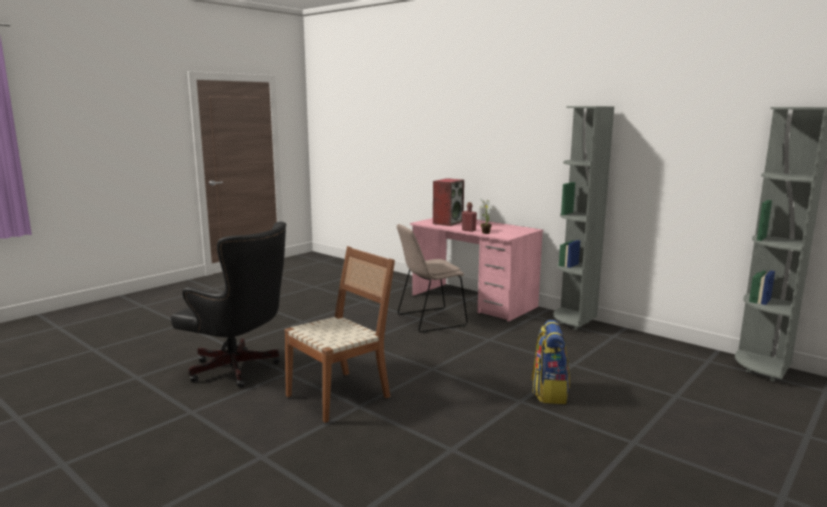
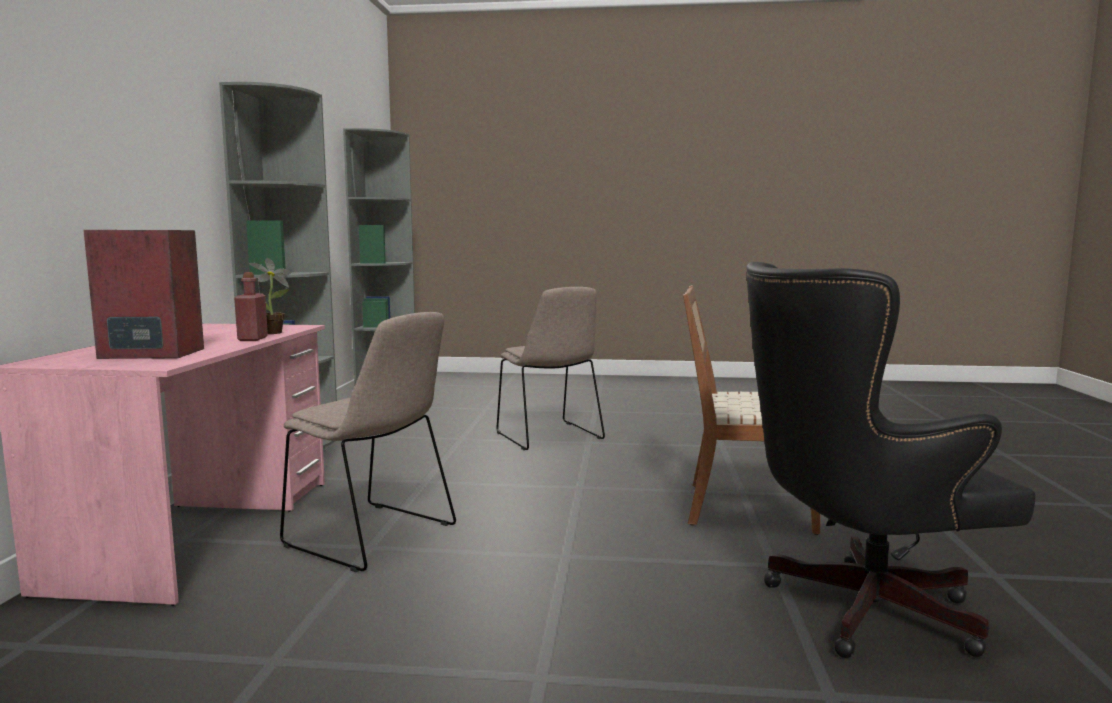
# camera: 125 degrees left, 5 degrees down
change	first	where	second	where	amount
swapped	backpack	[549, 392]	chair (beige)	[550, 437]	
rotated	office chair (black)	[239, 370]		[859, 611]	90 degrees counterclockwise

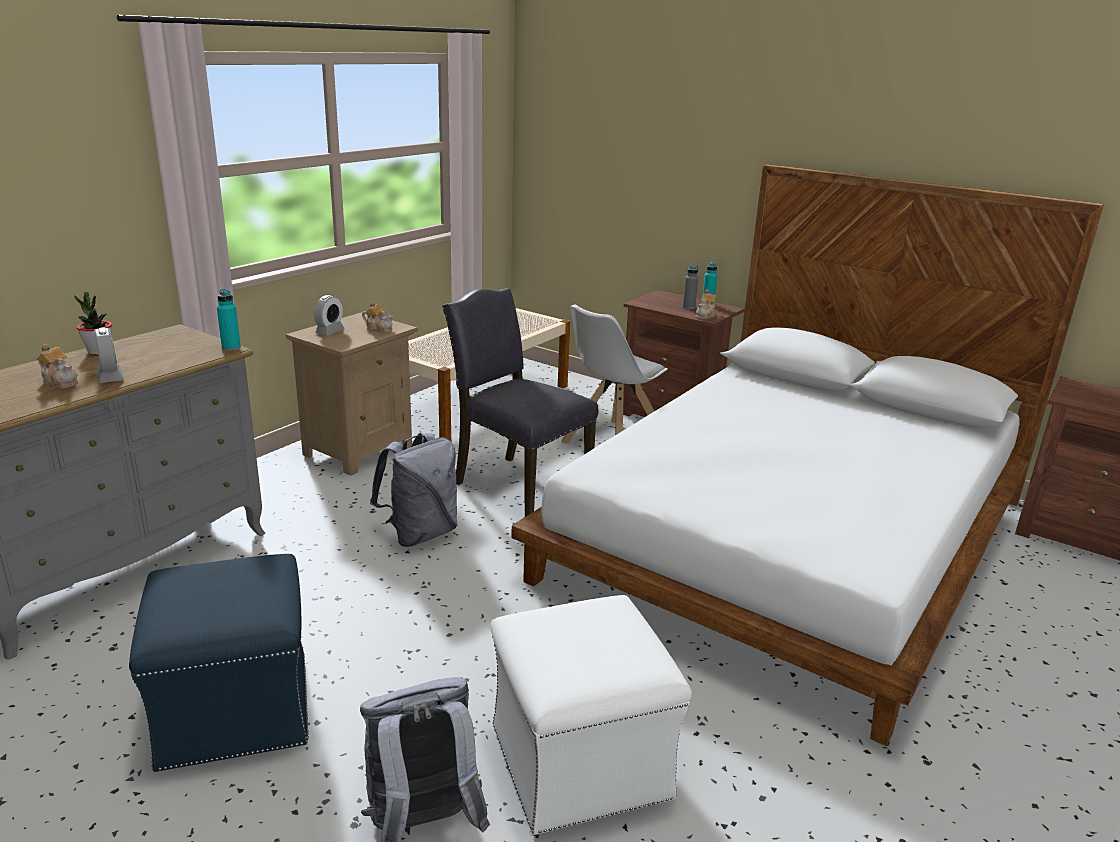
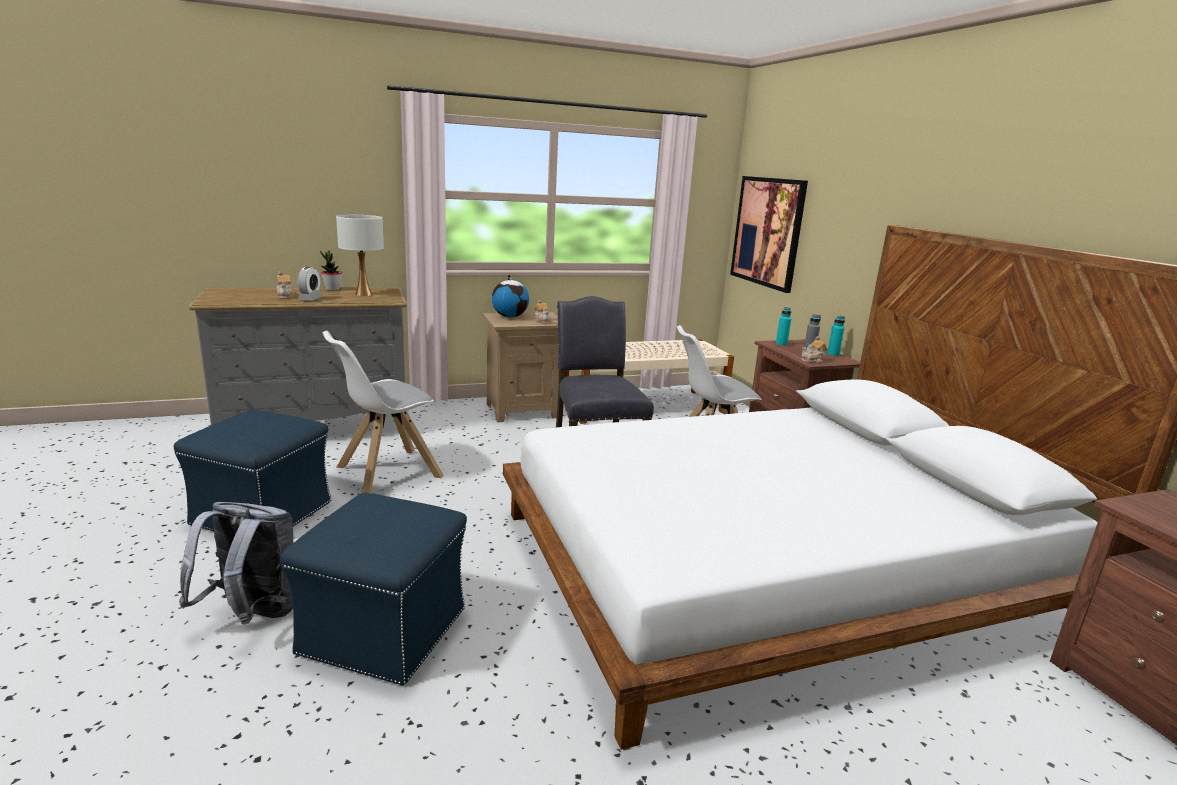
# camera: 35 degrees right, 5 degrees down
change	first	where	second	where	amount
repainted	ottoman (white)	[579, 760]	ottoman (blue)	[384, 629]	
new			chair	[386, 473]	
new			table lamp (white)	[364, 294]	
swapped	alarm clock	[330, 331]	globe	[510, 316]	
new			picture	[767, 232]	
shifted	bottle (turquoise)	[231, 348]		[781, 344]	
gone	backpack (grey)	[420, 533]			

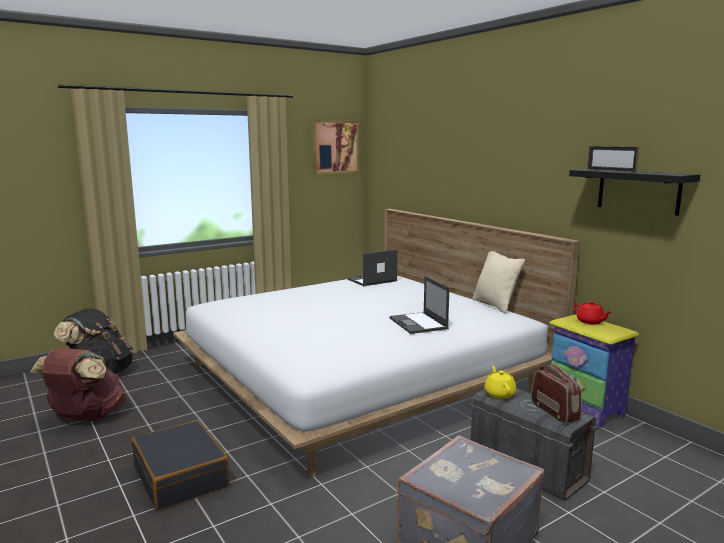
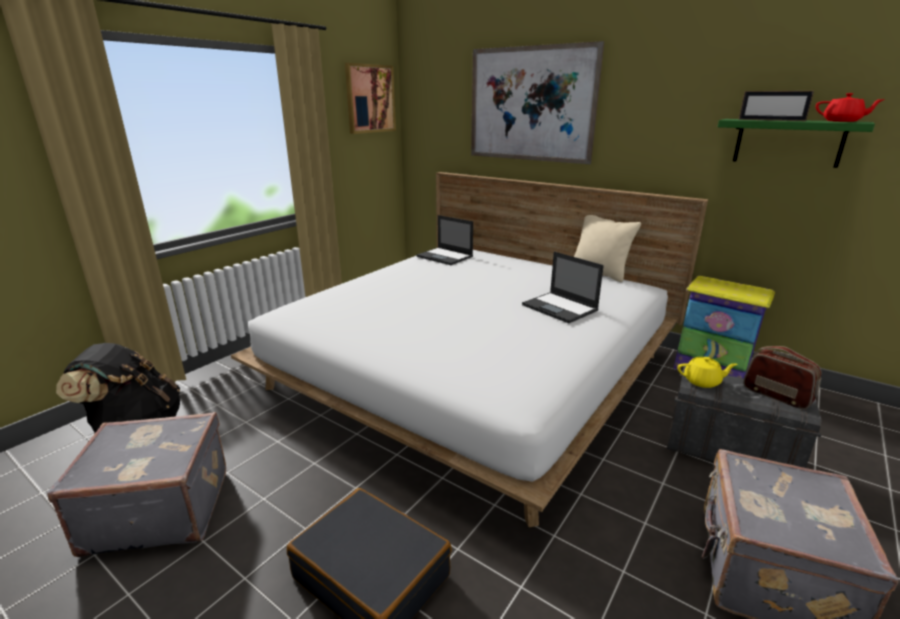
# camera: 20 degrees left, 10 degrees up
change	first	where	second	where	amount
swapped	backpack (brown)	[86, 417]	suitcase (grey)	[160, 509]	
rotated	laptop	[371, 280]		[445, 256]	90 degrees counterclockwise
new			picture	[530, 104]	
rotated	teapot (yellow)	[499, 393]		[702, 381]	120 degrees clockwise
repainted	shelf (black)	[638, 191]	shelf (green)	[788, 142]	
shifted	teapot (red)	[590, 322]		[842, 121]	

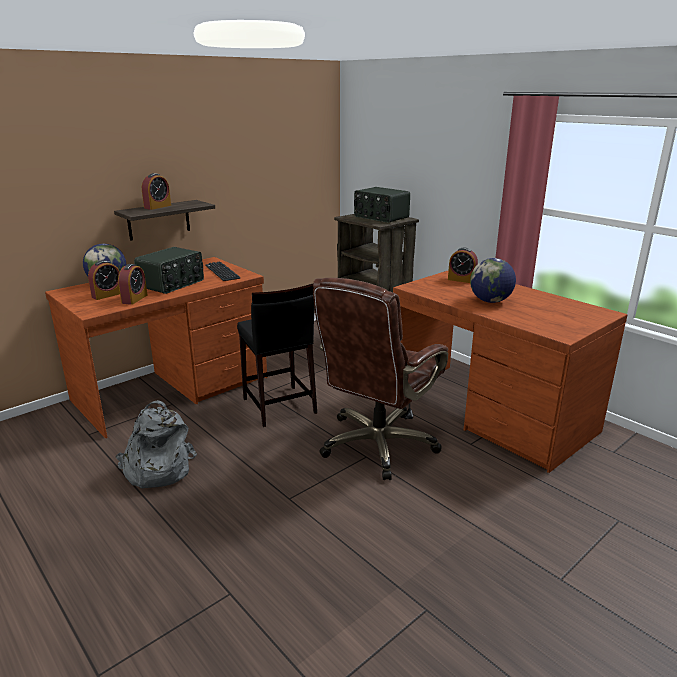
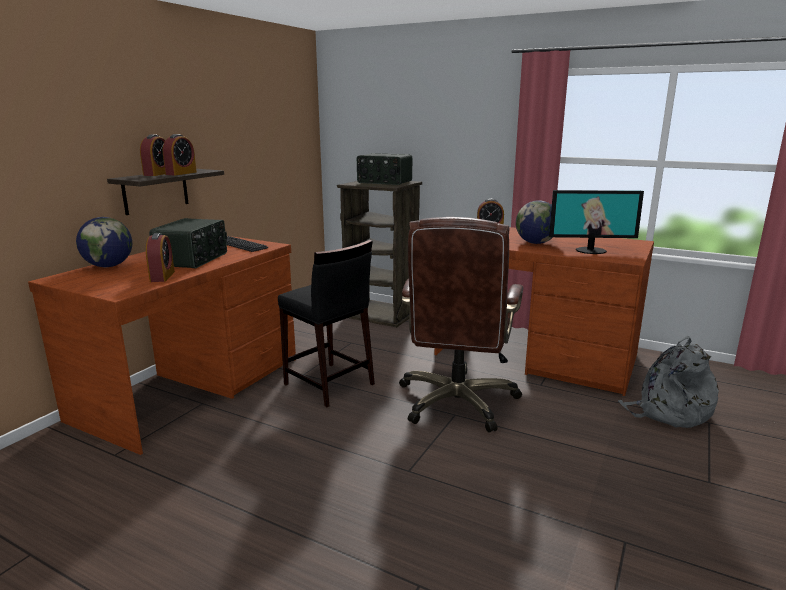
# camera: 20 degrees left, 5 degrees down
change	first	where	second	where	amount
shifted	alarm clock	[107, 295]		[181, 173]	
new			monitor	[590, 250]	
shifted	backpack (grey)	[157, 469]		[668, 411]	

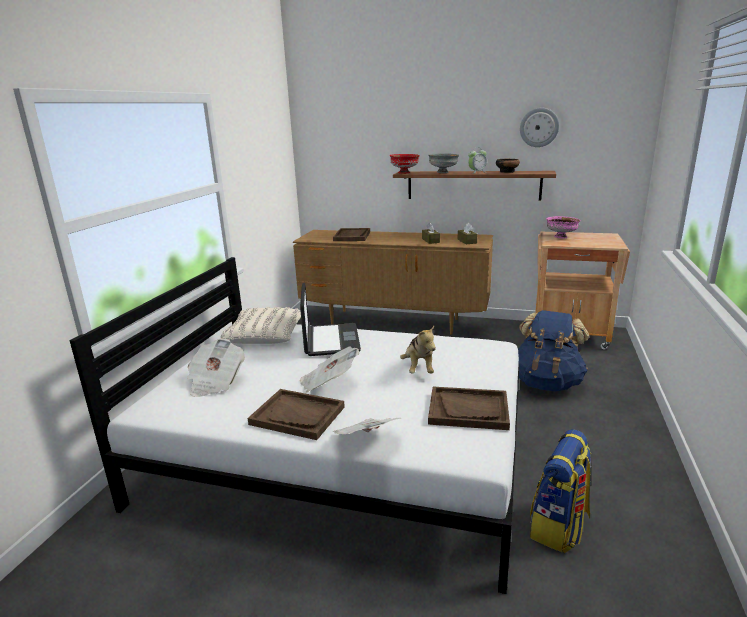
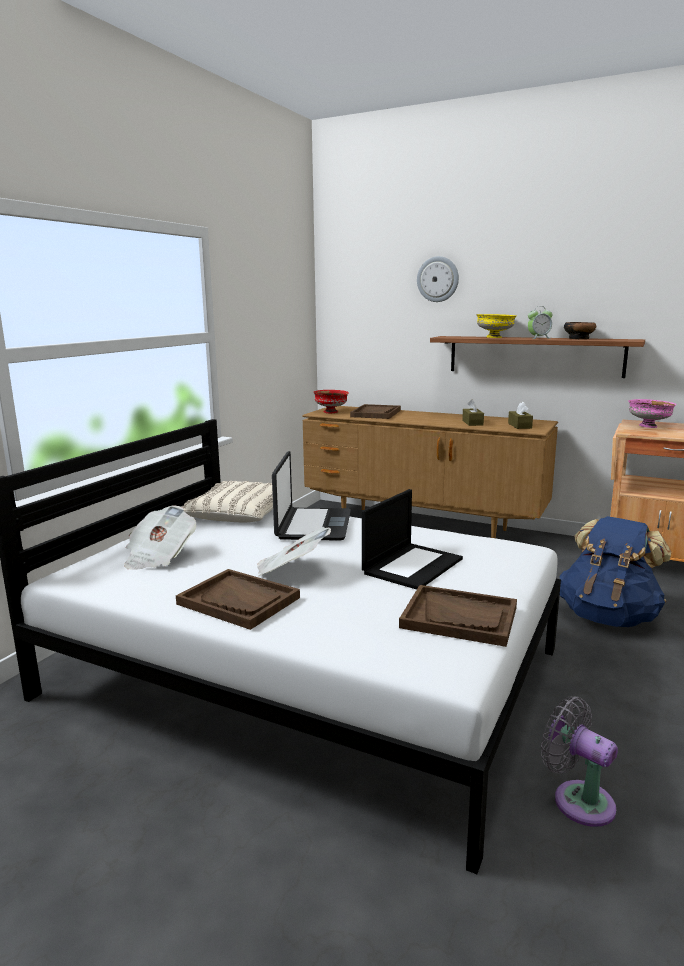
# camera: 10 degrees right, 5 degrees down
change	first	where	second	where	amount
shifted	bowl (red)	[404, 172]		[331, 412]	
swapped	plush toy	[419, 368]	laptop	[412, 565]	
shifted	wall clock	[539, 127]		[438, 279]	
repainted	bowl (grey)	[443, 172]	bowl (yellow)	[495, 337]	
swapped	backpack	[559, 527]	fan (grey)	[578, 800]	
gone	newspaper	[367, 441]			

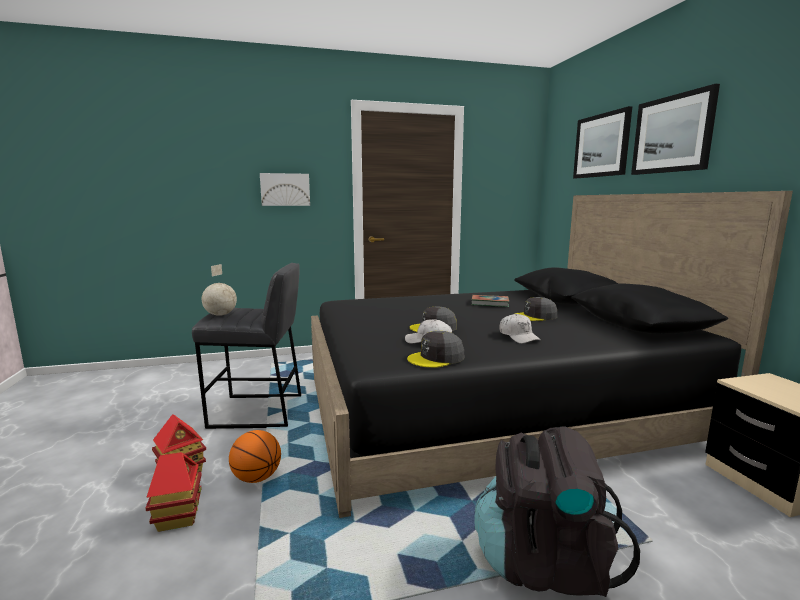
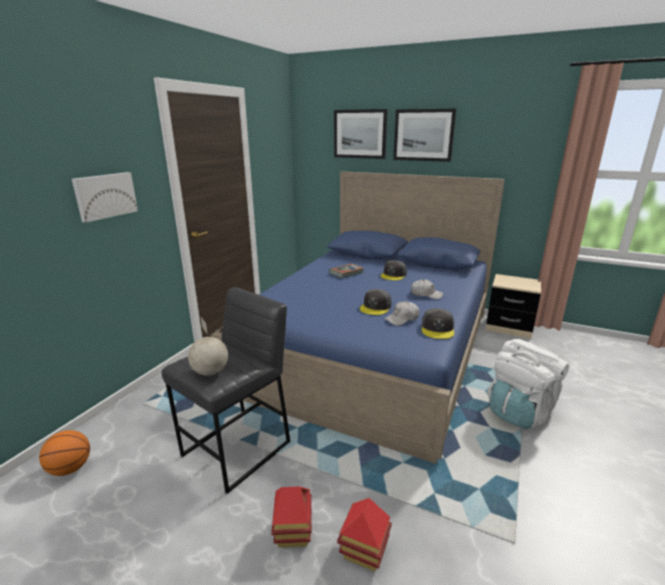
# camera: 50 degrees left, 10 degrees up
change	first	where	second	where	amount
shifted	basketball	[257, 478]		[70, 468]	
repainted	bed (black)	[493, 409]	bed (blue)	[374, 348]	
repainted	backpack (black)	[543, 562]	backpack (white)	[519, 411]	

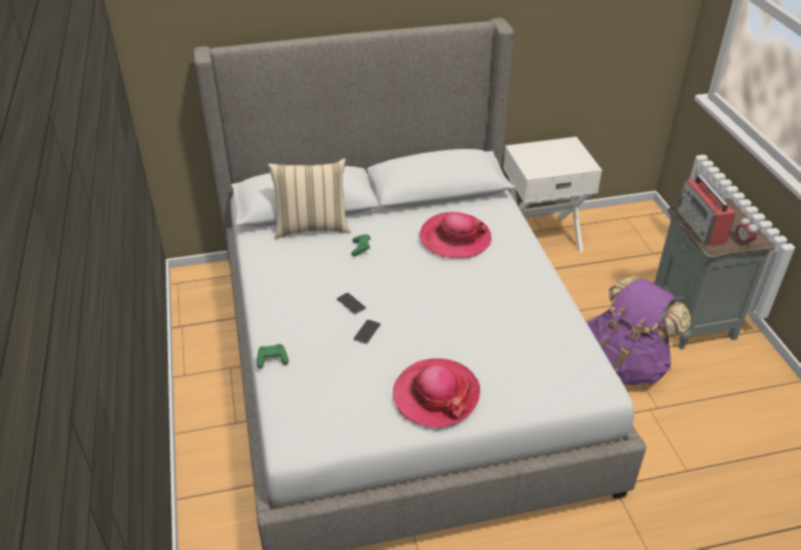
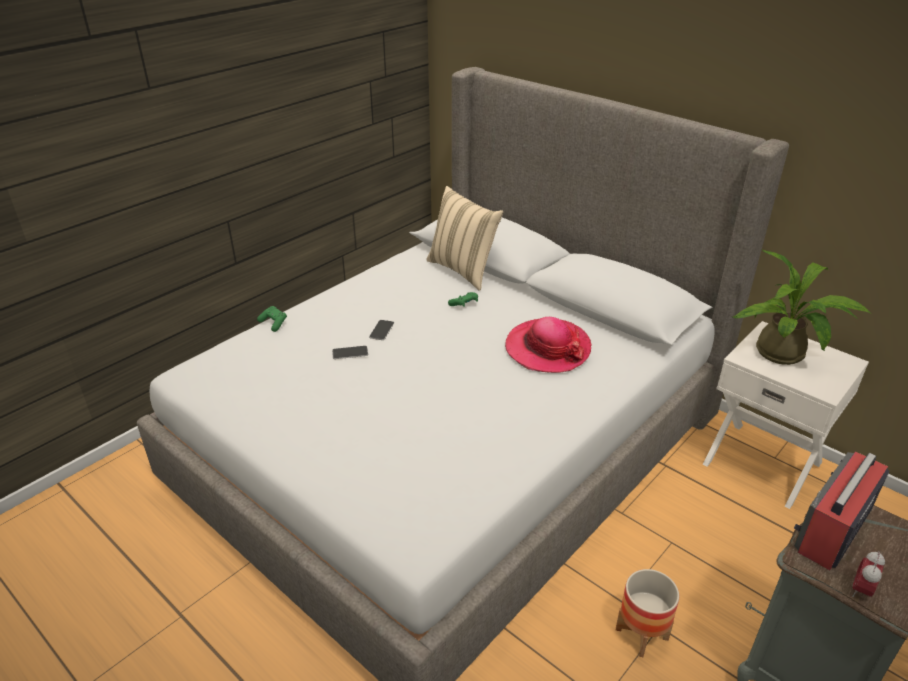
# camera: 55 degrees right, 5 degrees down
change	first	where	second	where	amount
swapped	backpack (purple)	[624, 364]	planter	[641, 634]	
new			potted plant	[785, 356]	
gone	hat	[435, 395]			

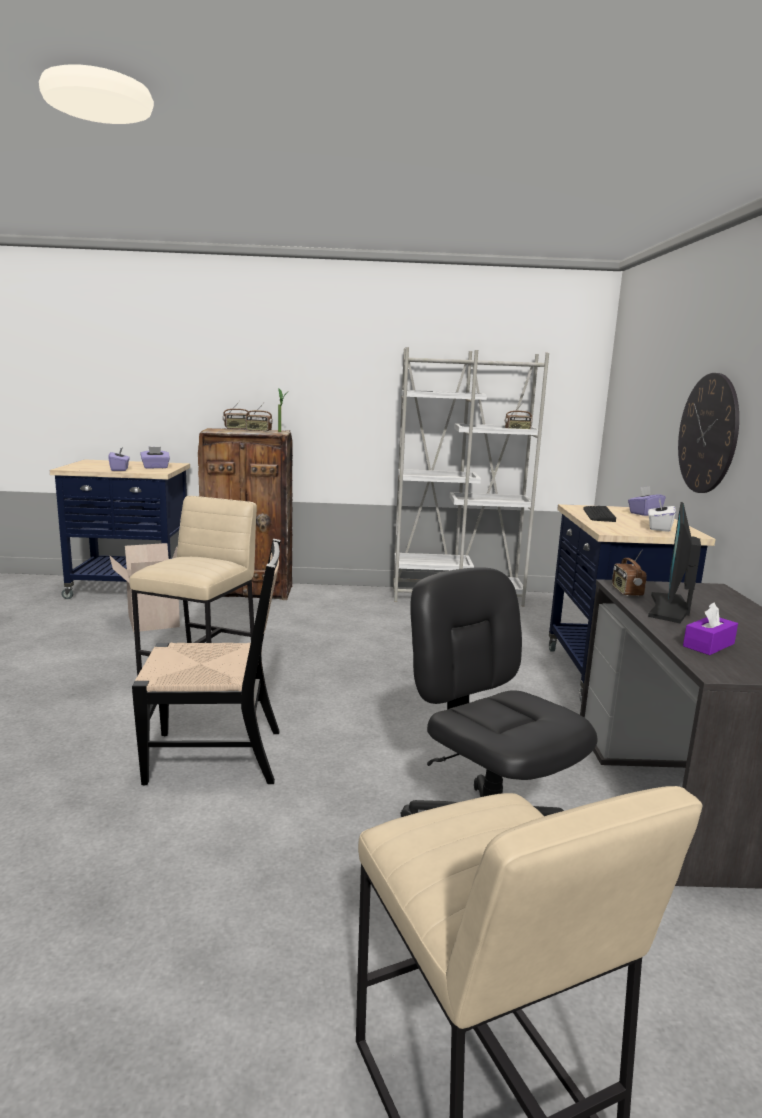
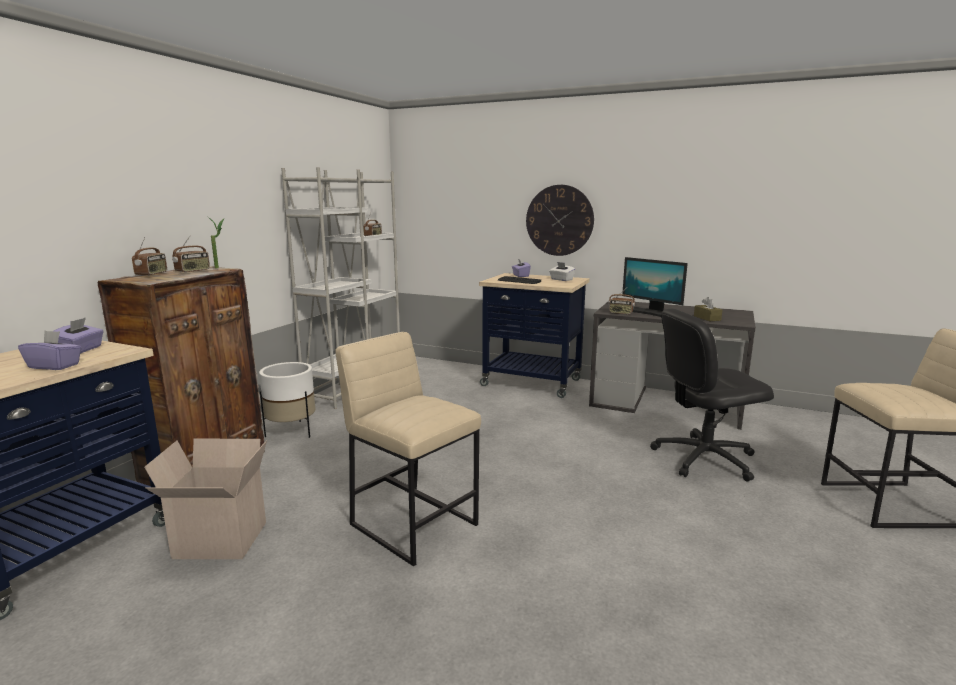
# camera: 65 degrees left, 0 degrees up
change	first	where	second	where	amount
new			planter (white)	[292, 431]	
repainted	tissue box (purple)	[708, 645]	tissue box (brown)	[707, 318]	
gone	chair	[215, 757]			

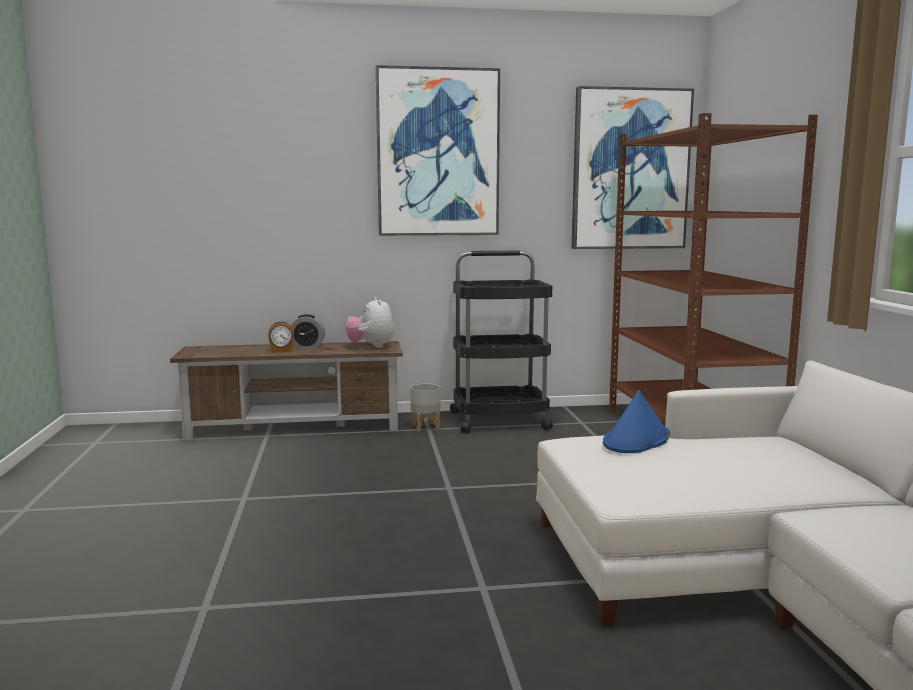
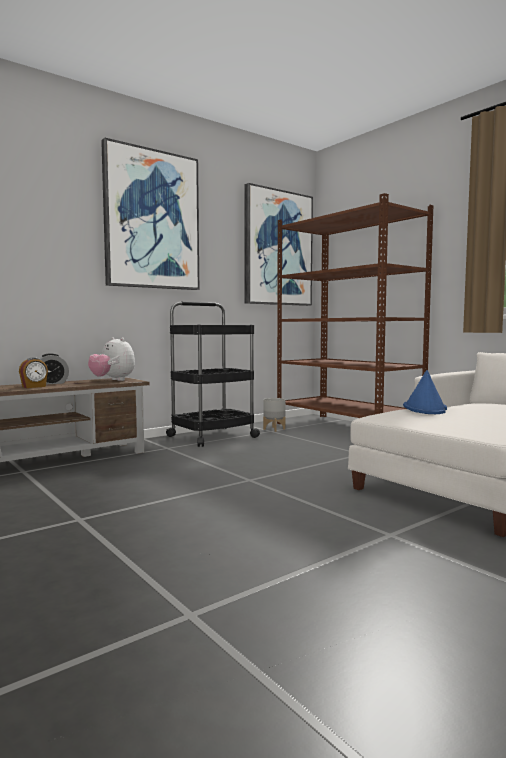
# camera: 30 degrees left, 5 degrees down
change	first	where	second	where	amount
shifted	planter (grey)	[426, 427]		[274, 429]	

